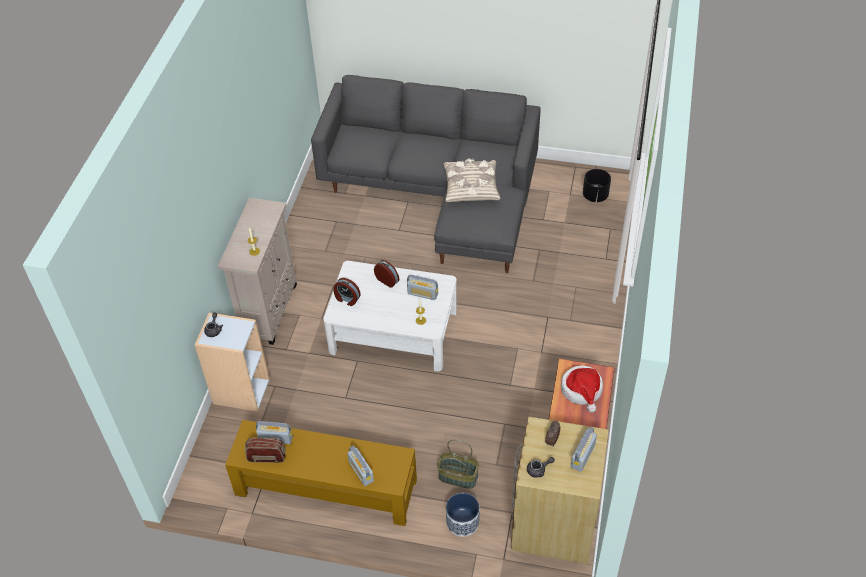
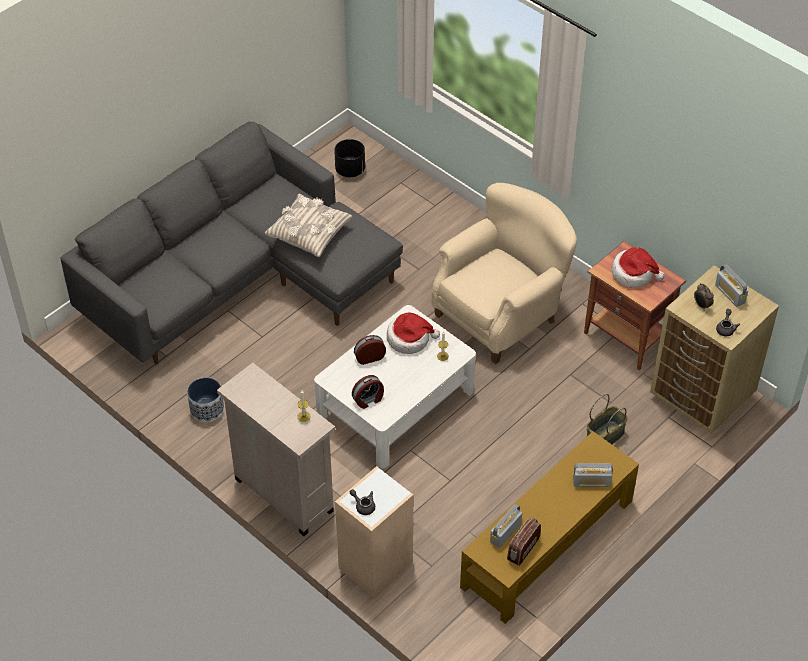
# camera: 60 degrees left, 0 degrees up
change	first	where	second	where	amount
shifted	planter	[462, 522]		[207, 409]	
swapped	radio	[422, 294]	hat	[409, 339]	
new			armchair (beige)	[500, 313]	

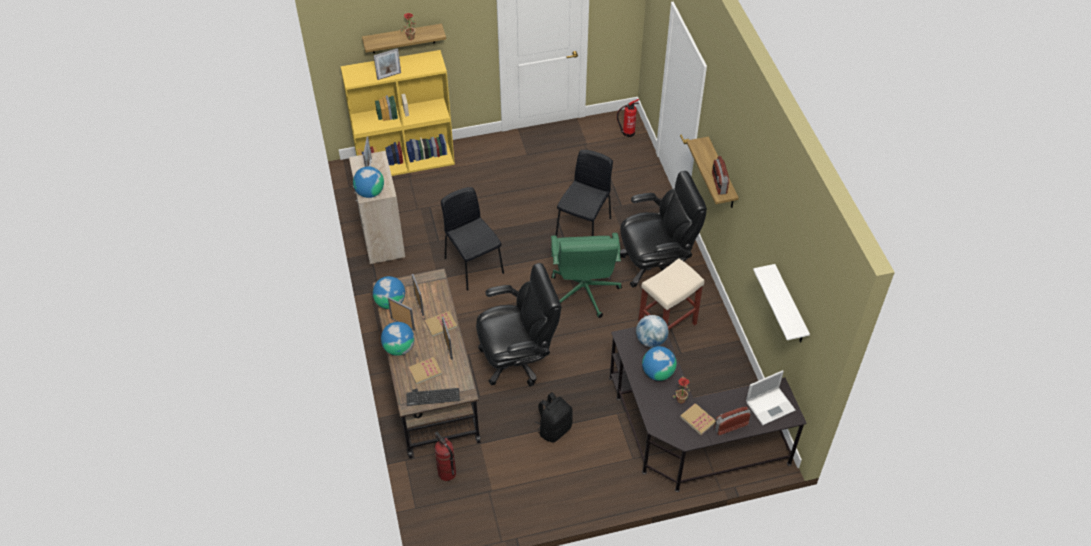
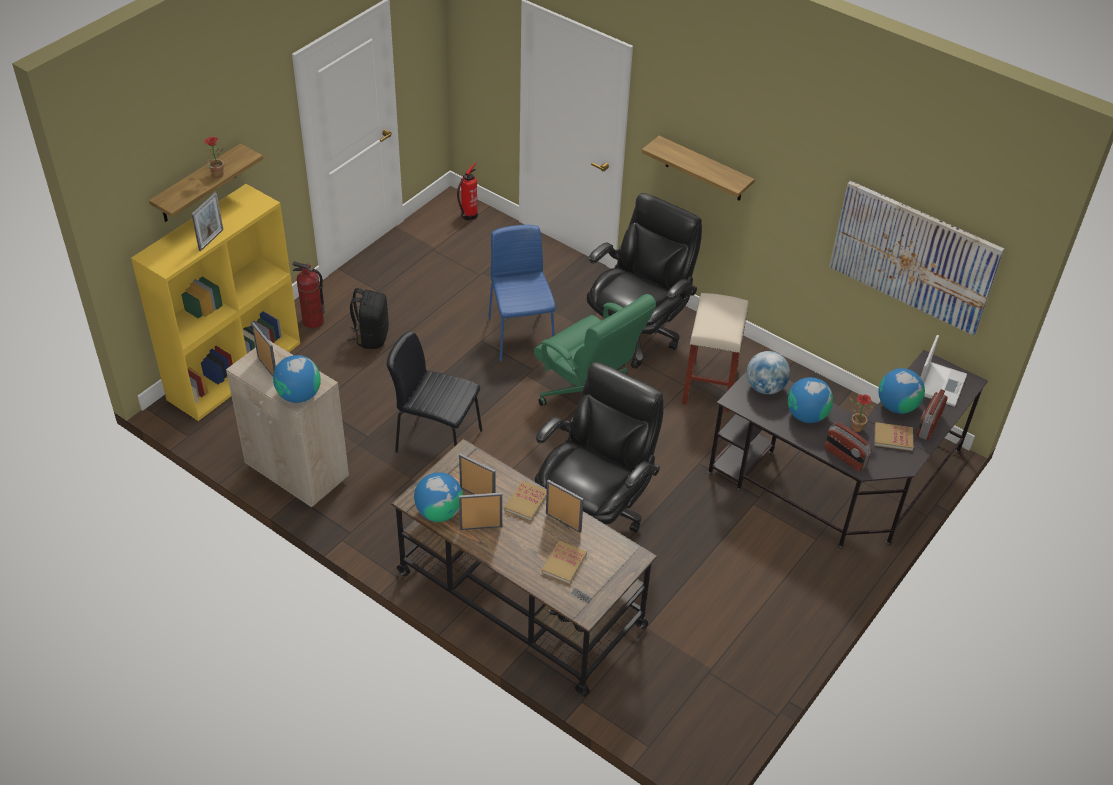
# camera: 40 degrees left, 5 degrees down
change	first	where	second	where	amount
shifted	fire extinguisher	[447, 473]		[313, 321]	
shifted	backpack (black)	[554, 429]		[371, 337]	
repainted	chair (black)	[584, 226]	chair (blue)	[520, 333]	
shifted	radio	[719, 183]		[845, 457]	
swapped	shelf (white)	[789, 306]	picture	[913, 256]	
shifted	globe	[399, 348]		[896, 406]	
gone	keyboard	[433, 397]			

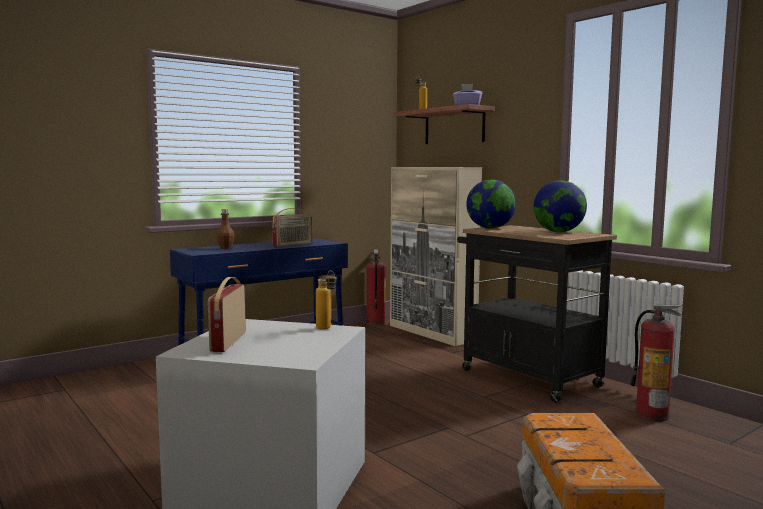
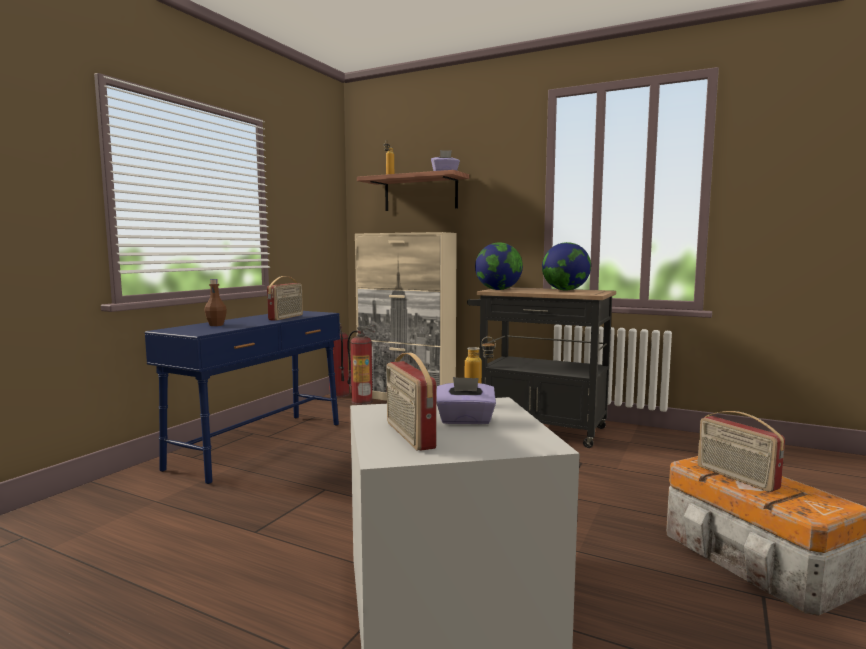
# camera: 25 degrees left, 0 degrees up
change	first	where	second	where	amount
shifted	fire extinguisher	[652, 415]		[362, 401]	
new			tissue box (purple)	[465, 420]	
new			radio	[735, 477]	

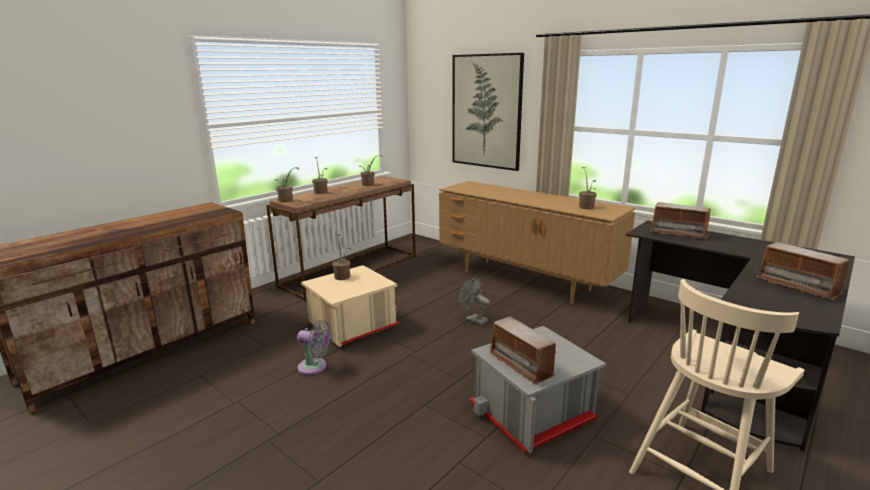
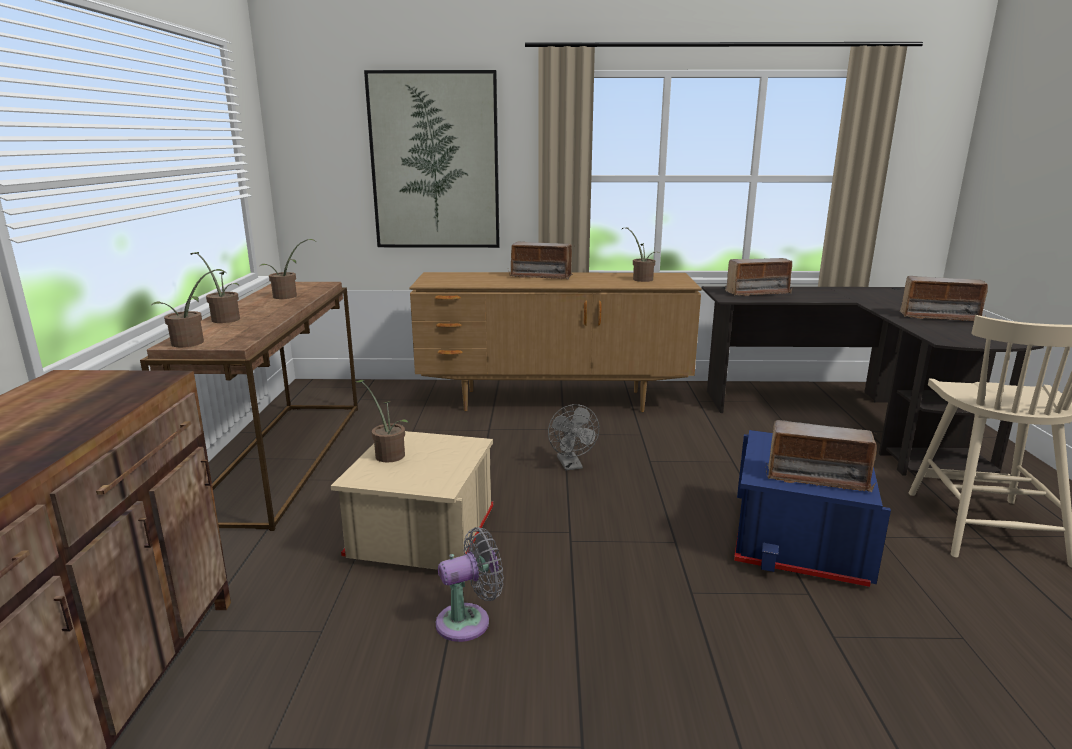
# camera: 40 degrees left, 0 degrees up
change	first	where	second	where	amount
new			radio	[541, 276]	
rotated	fan (grey)	[473, 319]		[571, 465]	105 degrees counterclockwise
repainted	storage box (grey)	[534, 412]	storage box (blue)	[799, 541]	

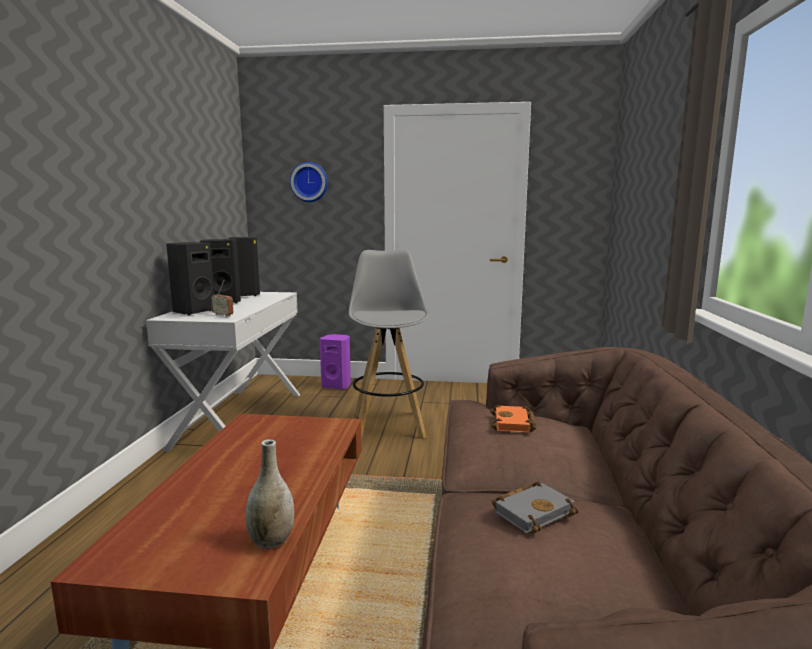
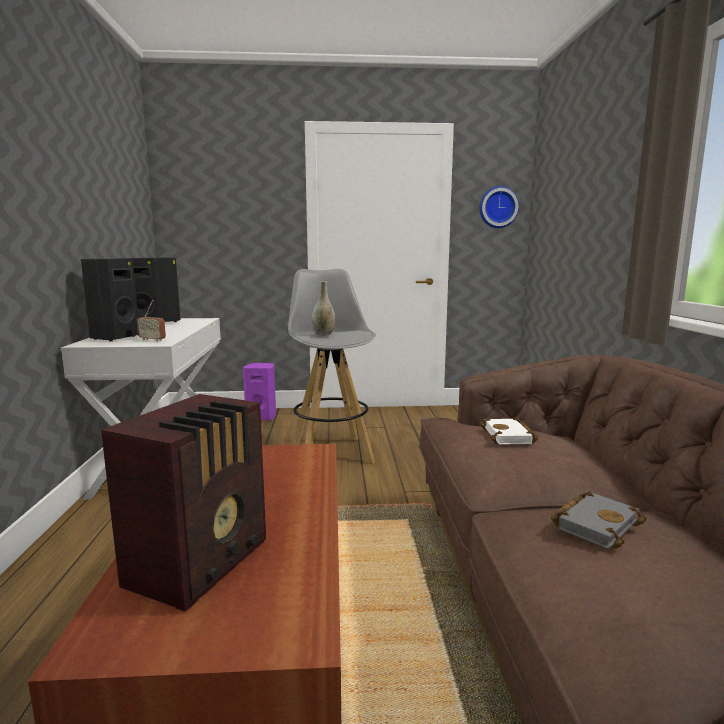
# camera: 10 degrees left, 0 degrees up
change	first	where	second	where	amount
new			radio	[203, 562]	
shifted	vase (grey)	[271, 540]		[323, 335]	
shifted	wall clock	[310, 182]		[497, 207]	
repainted	book (orange)	[514, 424]	book (white)	[510, 436]	

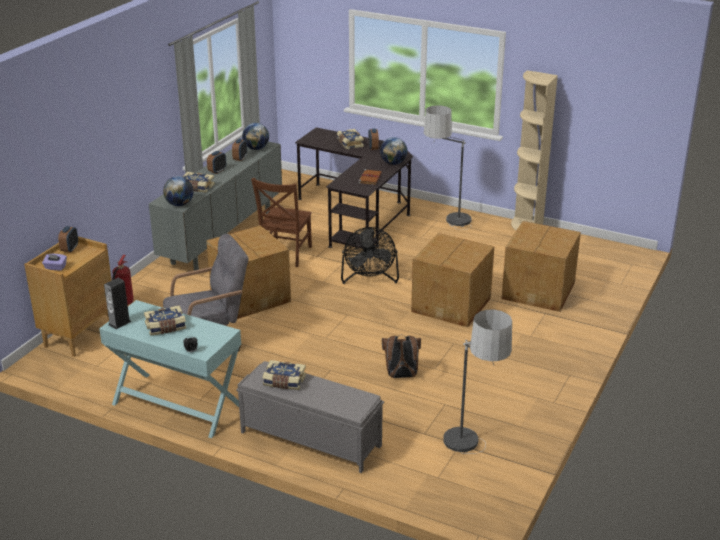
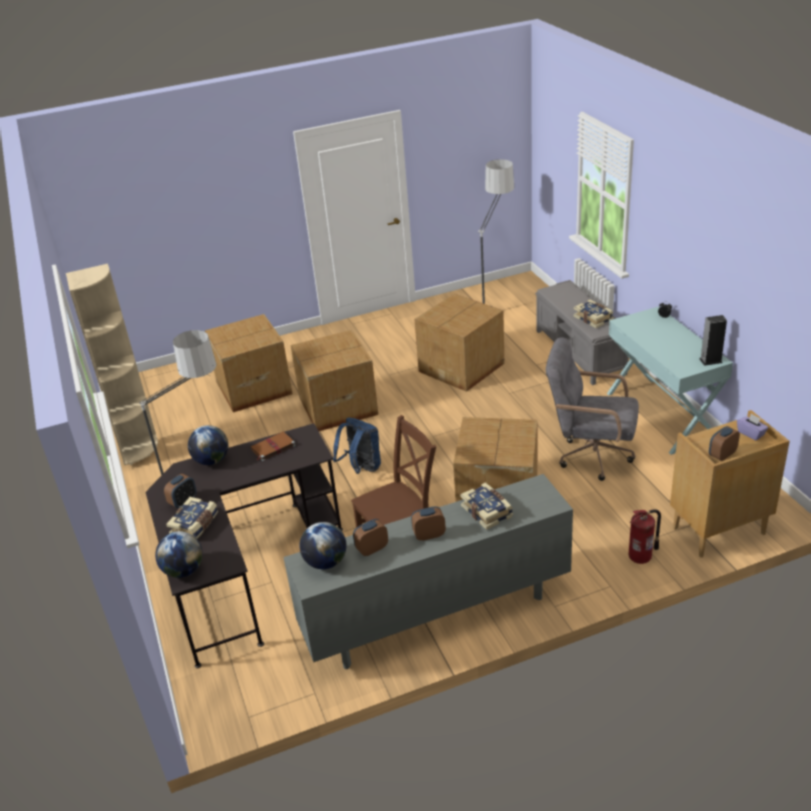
# camera: 135 degrees left, 5 degrees up
change	first	where	second	where	amount
shifted	globe	[179, 204]		[183, 570]	
swapped	fan (black)	[367, 277]	backpack (blue)	[361, 468]	
swapped	backpack (brown)	[401, 376]	cardboard box	[463, 367]	
gone	book	[166, 327]			

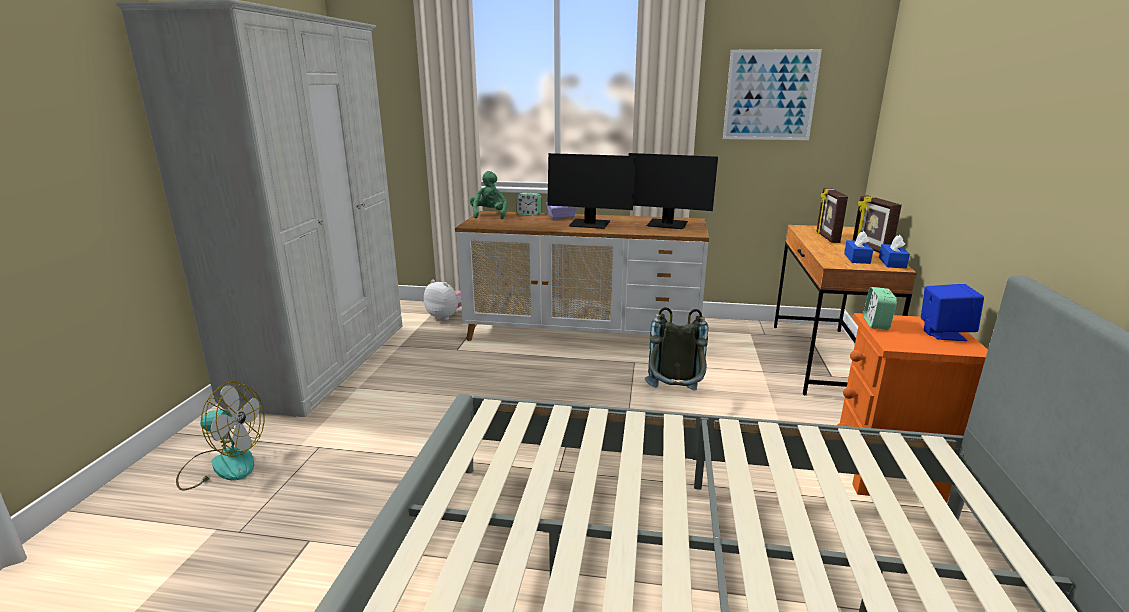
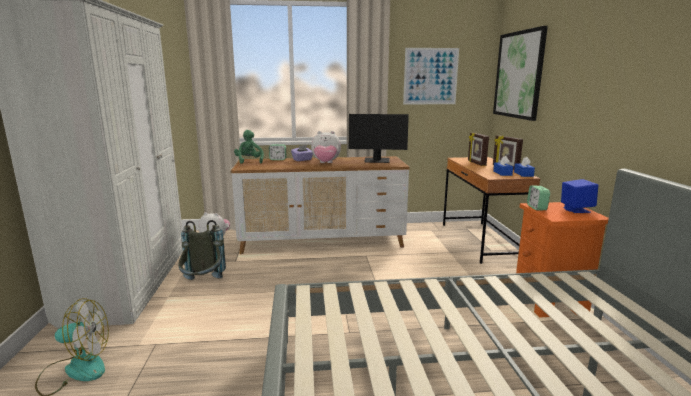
# camera: 15 degrees left, 5 degrees down
change	first	where	second	where	amount
shifted	backpack (grey)	[675, 397]		[203, 284]	
swapped	monitor	[590, 224]	plush toy	[326, 163]	
new			picture	[519, 75]	

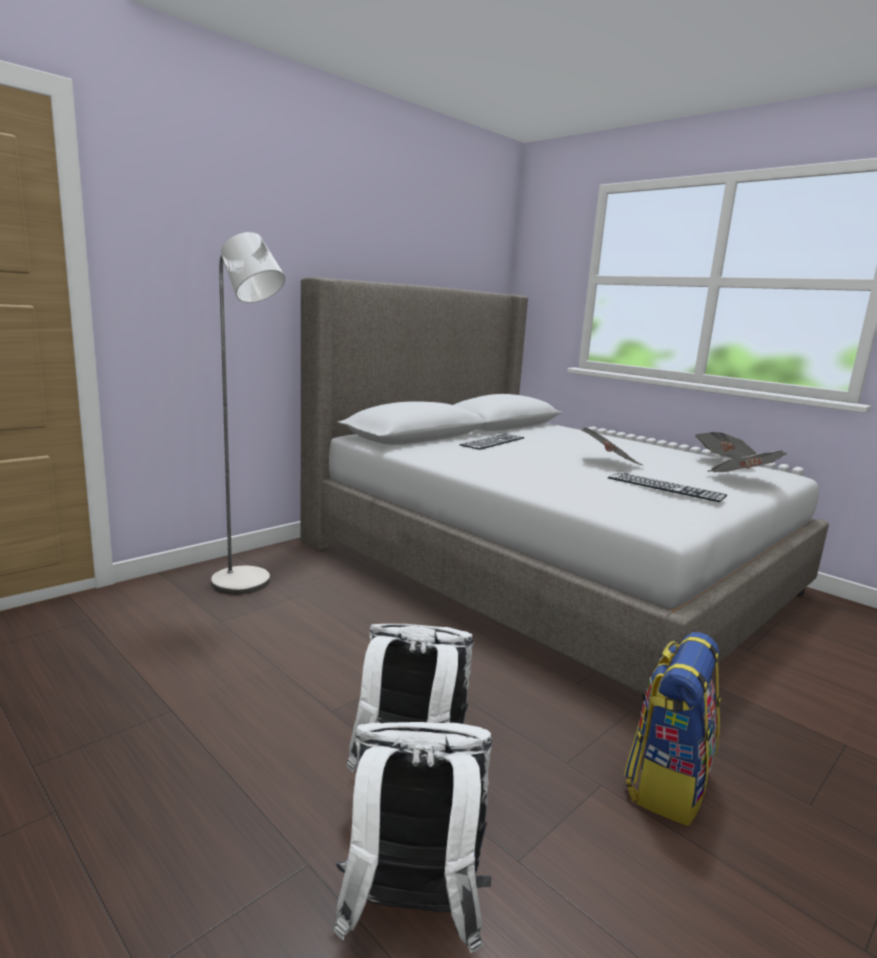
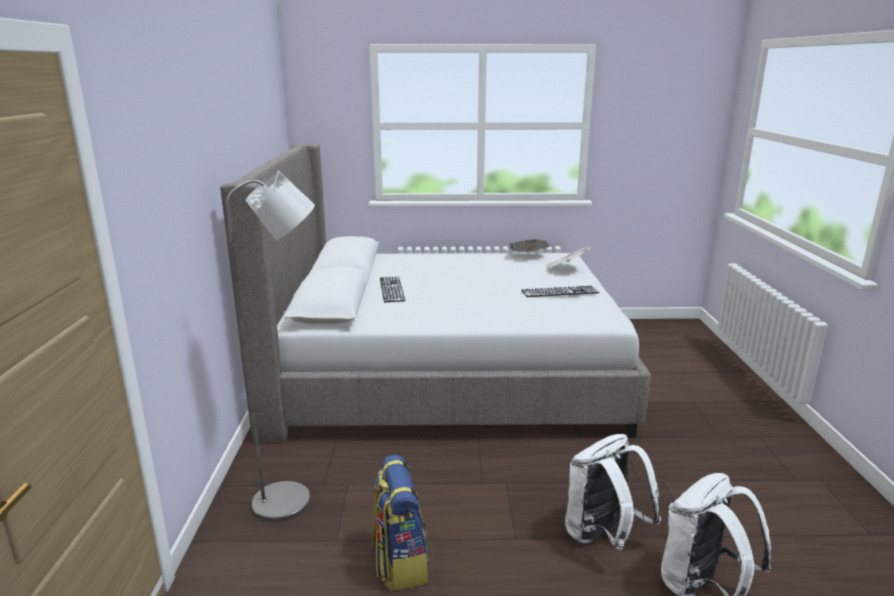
# camera: 45 degrees left, 5 degrees up
change	first	where	second	where	amount
shifted	backpack	[667, 782]		[400, 562]	
gone	newspaper	[610, 463]			

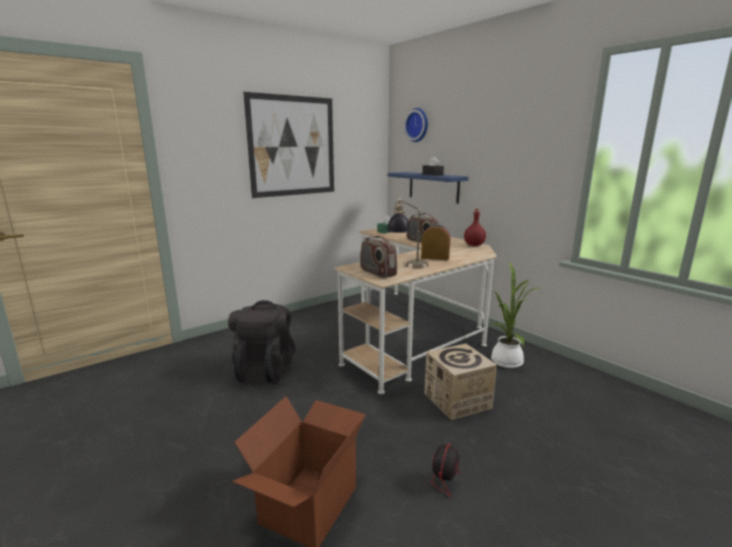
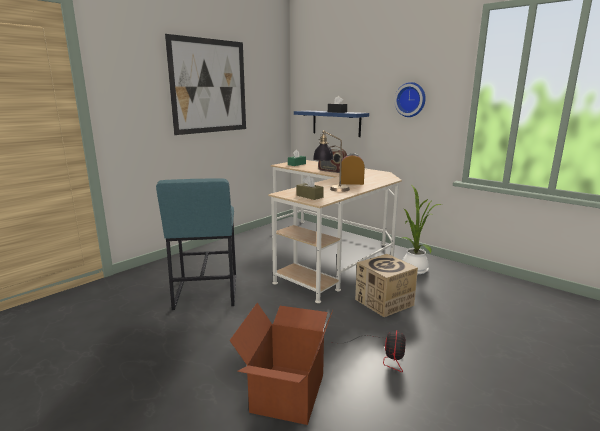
# camera: 10 degrees left, 0 degrees up
change	first	where	second	where	amount
swapped	backpack (black)	[265, 370]	stool (blue)	[206, 293]	
swapped	radio	[377, 272]	tissue box (brown)	[309, 196]	
shifted	wall clock	[418, 125]		[411, 99]	
gone	bottle (red)	[474, 245]			

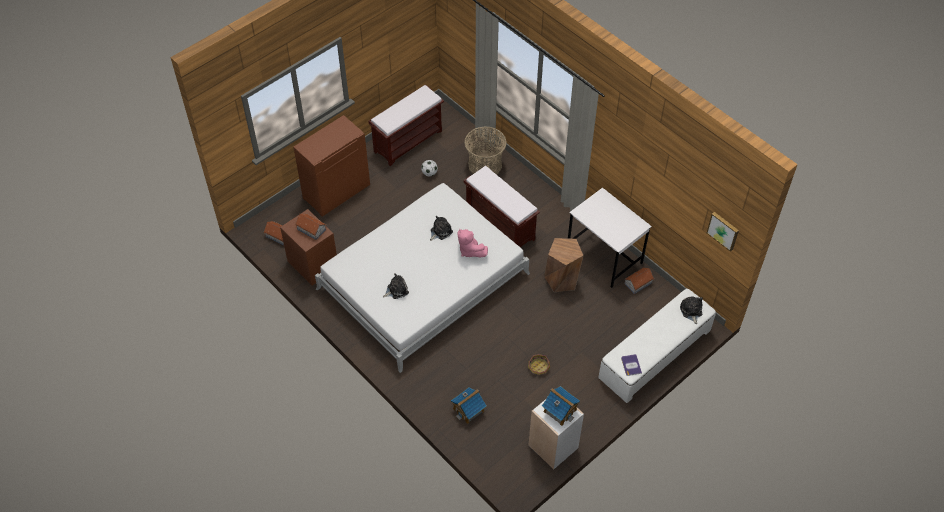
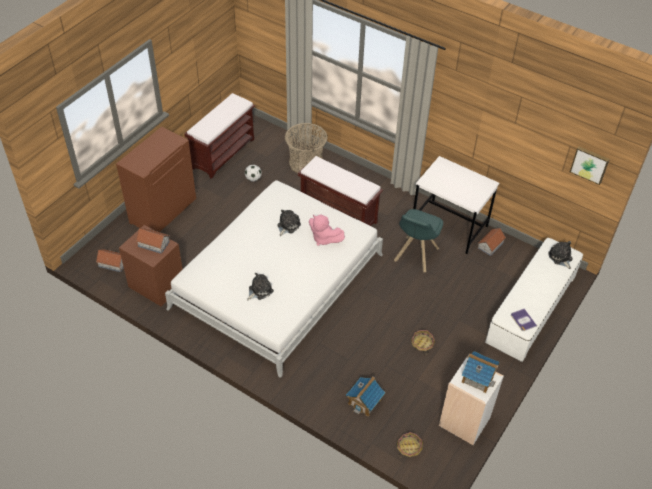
# camera: 15 degrees left, 5 degrees down
change	first	where	second	where	amount
swapped	stool (brown)	[561, 279]	chair (turquoise)	[416, 254]	
new			basket	[408, 447]	

